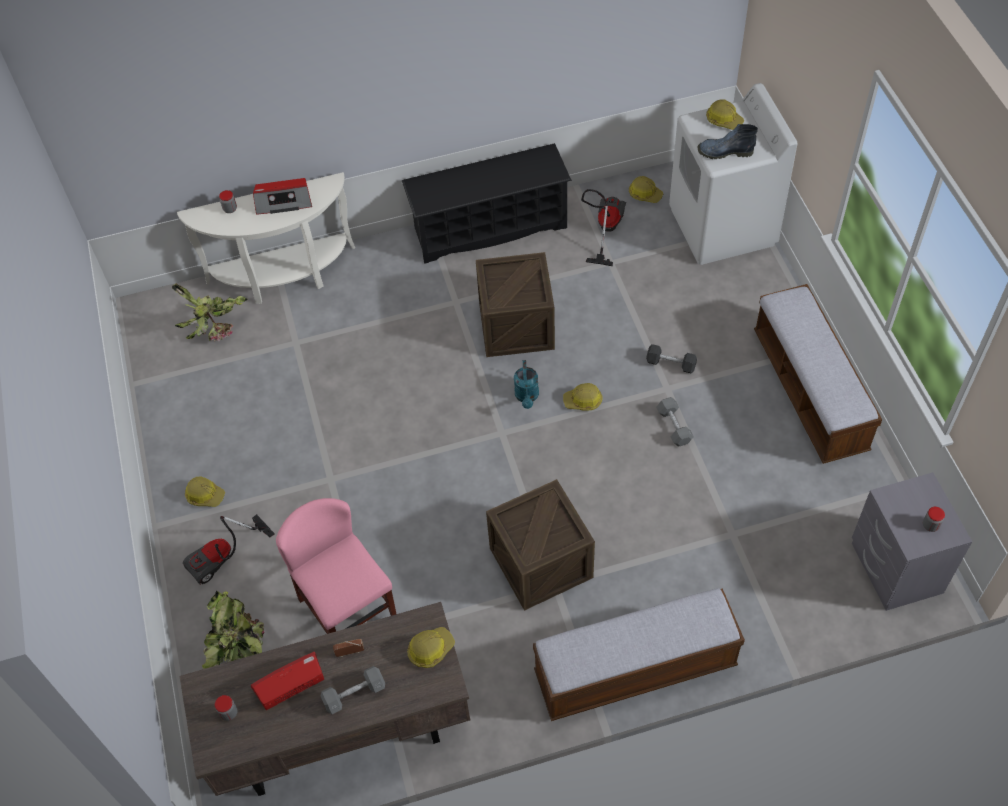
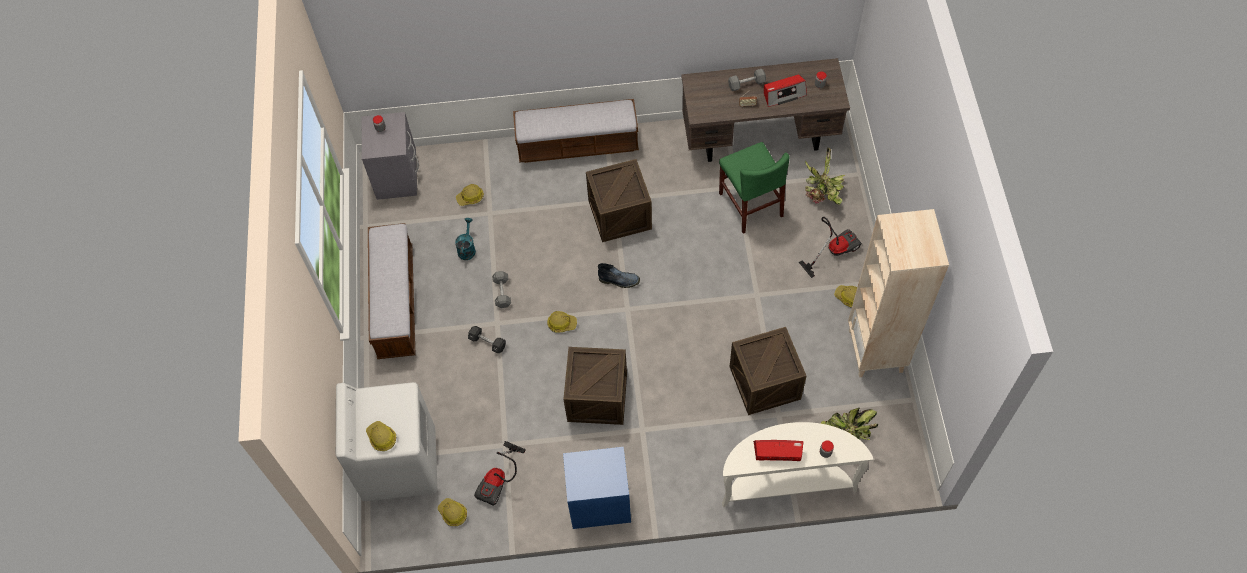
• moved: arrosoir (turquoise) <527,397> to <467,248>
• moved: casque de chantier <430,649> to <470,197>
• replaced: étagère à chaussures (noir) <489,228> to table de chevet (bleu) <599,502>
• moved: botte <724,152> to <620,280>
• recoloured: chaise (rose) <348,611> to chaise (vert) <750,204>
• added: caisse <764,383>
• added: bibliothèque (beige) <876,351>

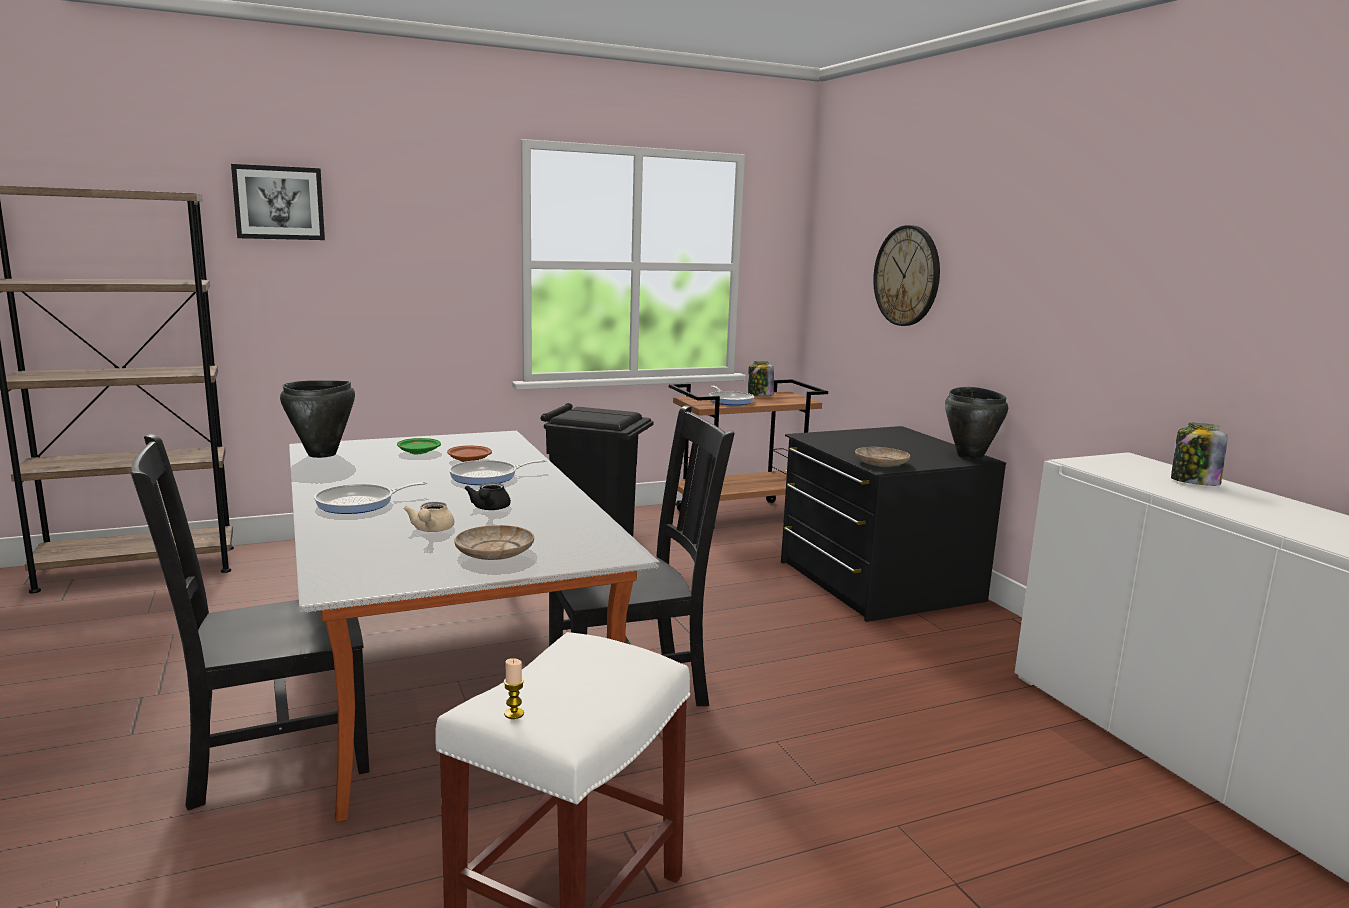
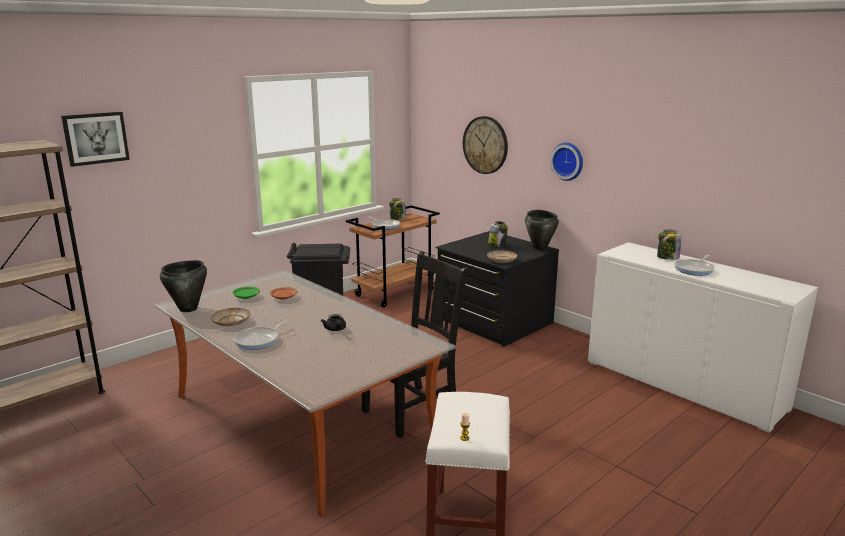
• moved: assiette (beige) <494,552> to <231,321>
• added: bocal <497,244>
• added: horloge murale <568,161>
• moved: poêle <487,477> to <694,269>
• removed: chaise (noir) <270,755>
• removed: théière (beige) <431,530>

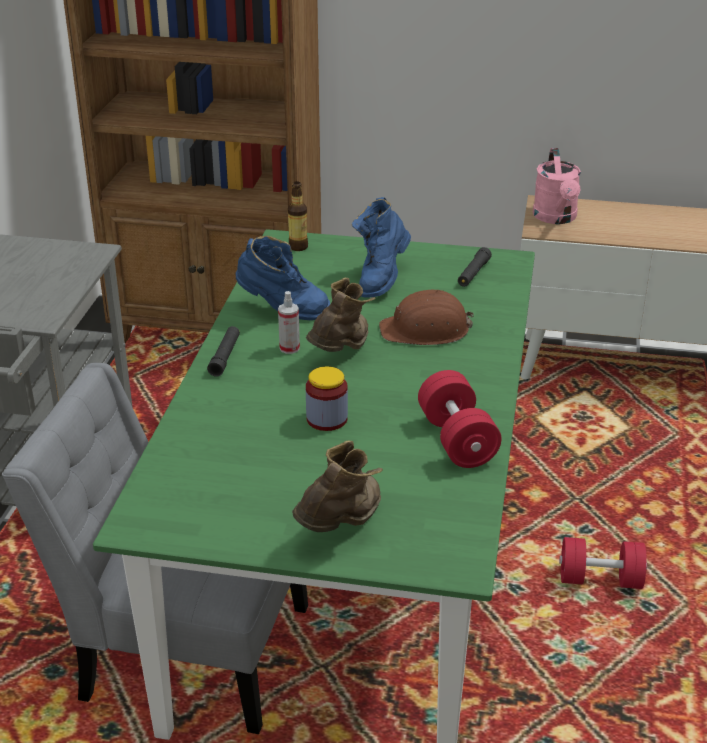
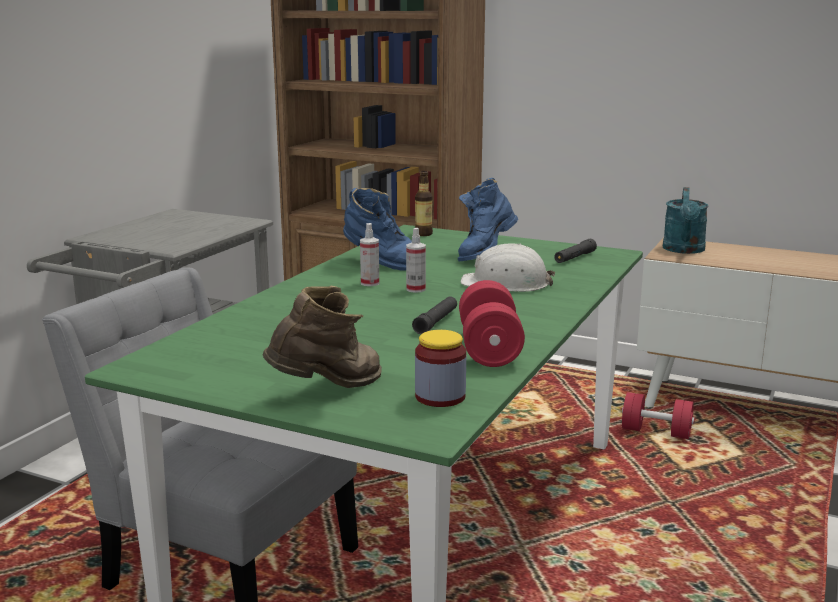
• replaced: botte (marron) <341,353> to vaporisateur <416,289>
• moved: lampe de poche (noir) <225,356> to <436,322>
• moved: bocal <327,419> to <440,397>
• recoloured: casque de chantier (marron) <426,330> to casque de chantier (blanc) <506,283>
• moved: haltère (rouge) <600,579> to <656,432>
• recoloured: arrosoir (rose) <556,218> to arrosoir (turquoise) <684,250>

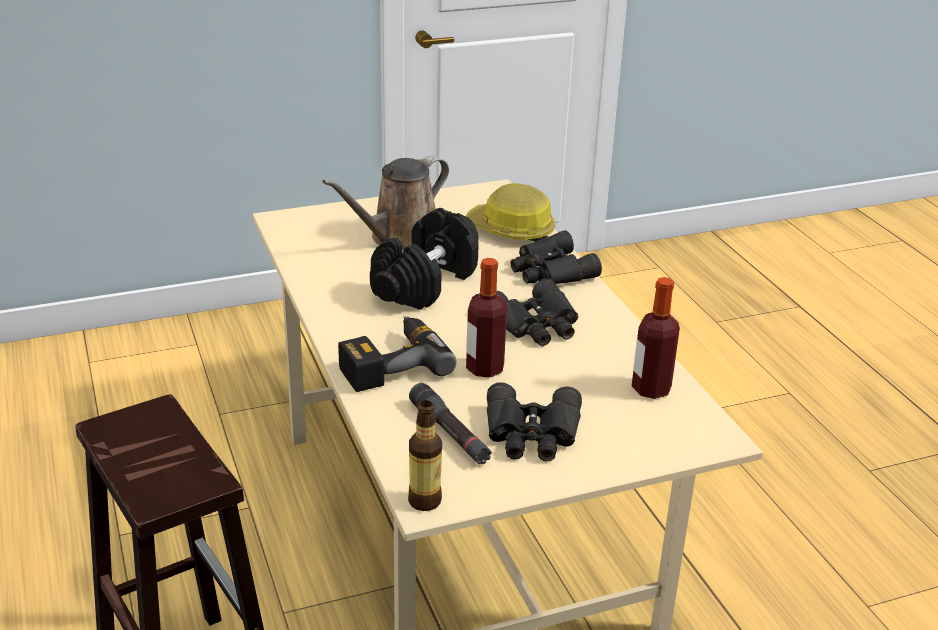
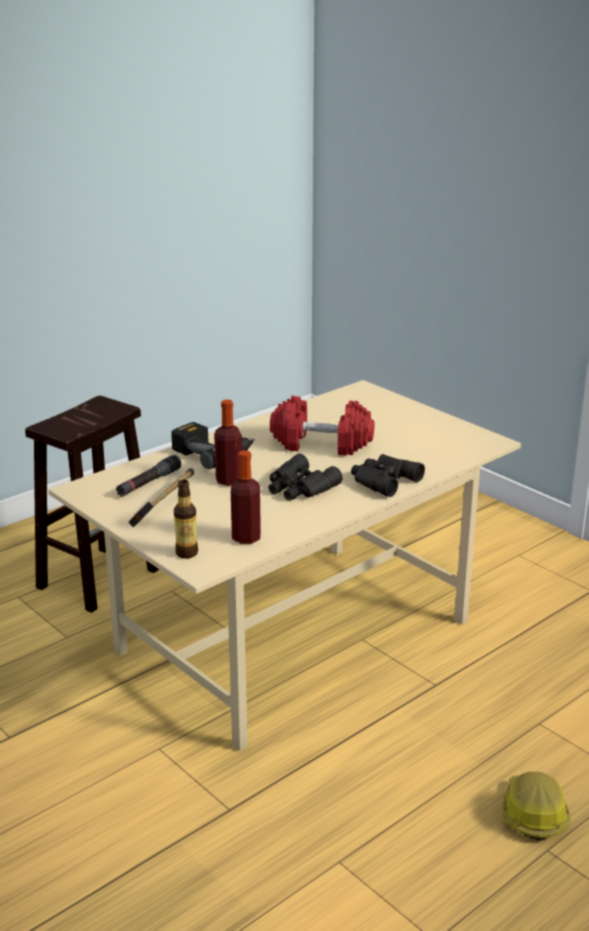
• replaced: jumelles (noir) <532,434> to marteau <163,506>
• moved: bouteille <425,501> to <187,553>
• recoloured: haltère (noir) <425,283> to haltère (rouge) <321,444>
• moved: casque de chantier <510,230> to <532,813>
• removed: arrosoir (marron) <400,238>

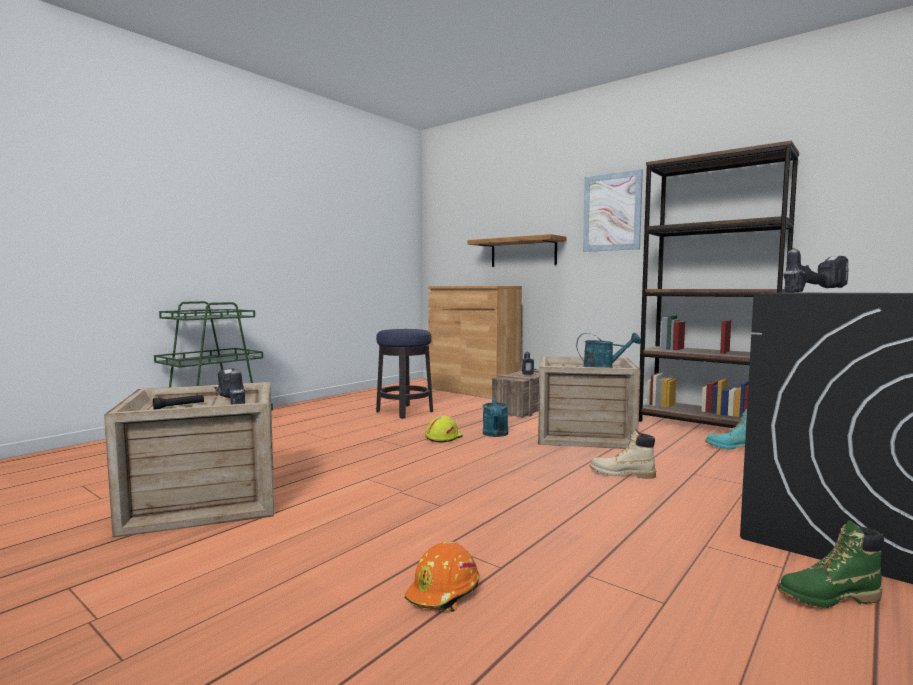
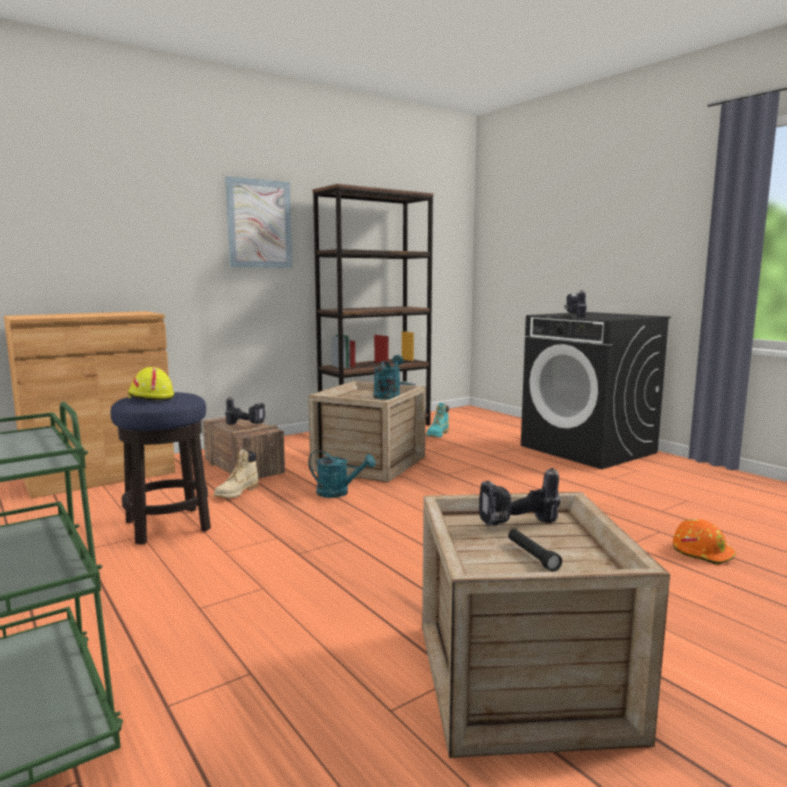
• moved: casque de chantier (jaune) <443,437> to <150,398>
• moved: botte (beige) <622,474> to <236,493>
• removed: étagère <523,252>
• removed: botte (vert) <828,597>

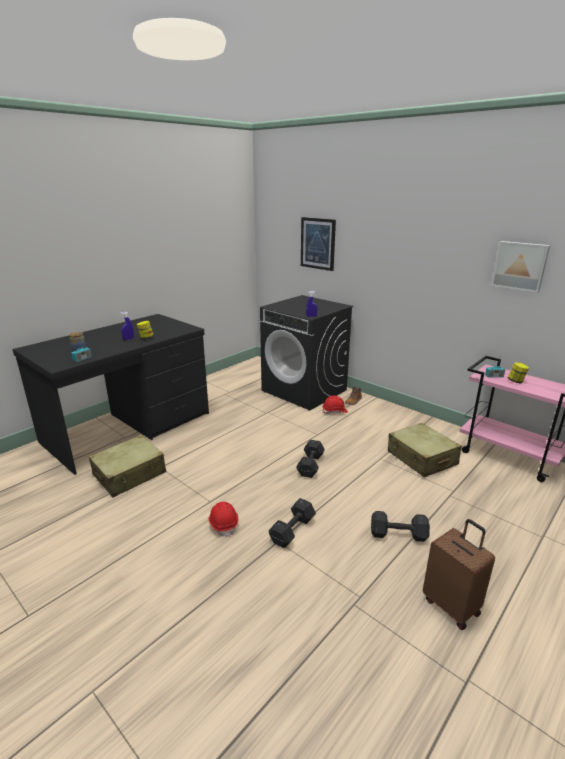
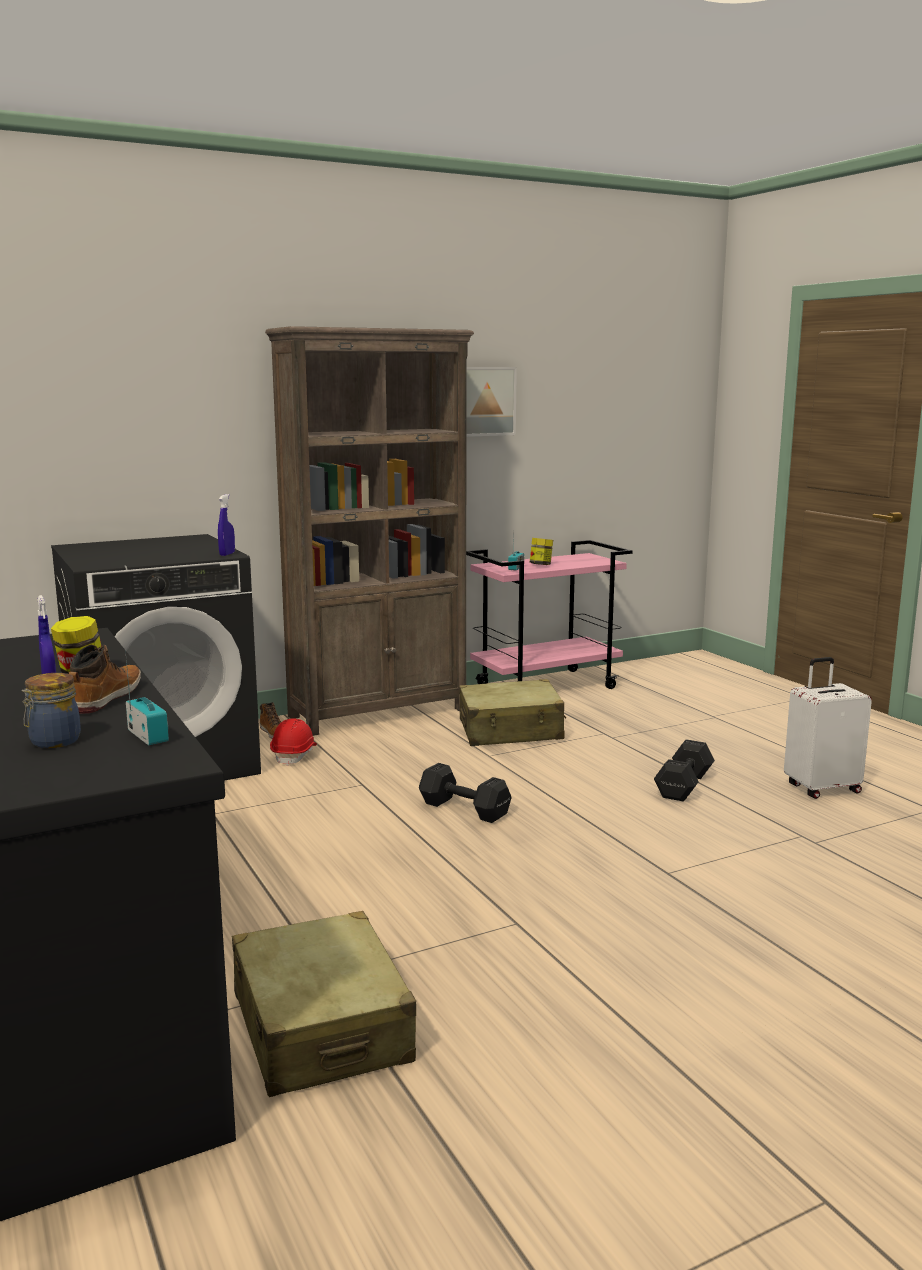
• added: botte <104,698>
• added: bibliothèque (marron) <379,713>
• recoloured: valise (marron) <452,605> to valise (blanc) <821,788>
• removed: casque de chantier (rouge) <223,524>
• removed: haltère (noir) <293,530>
• removed: tableau <318,243>

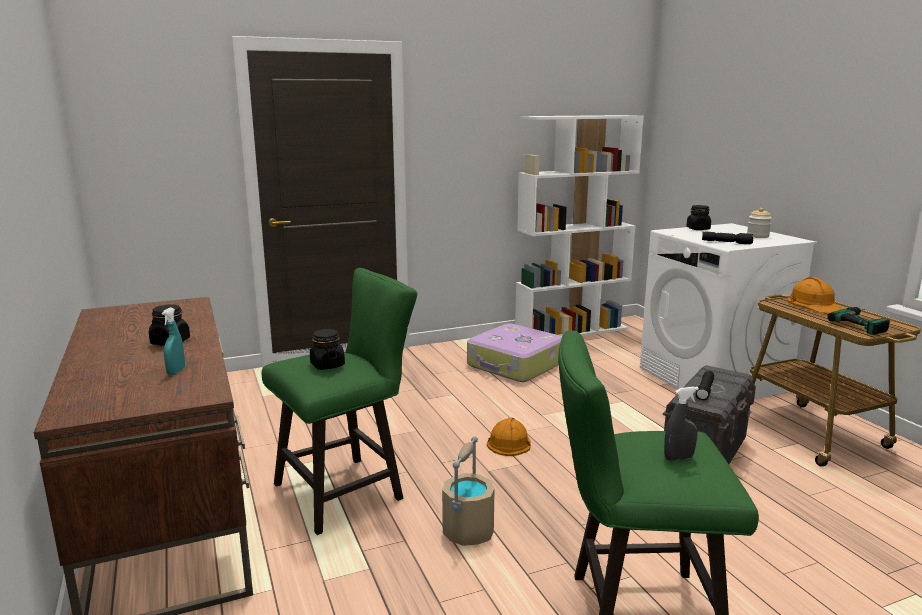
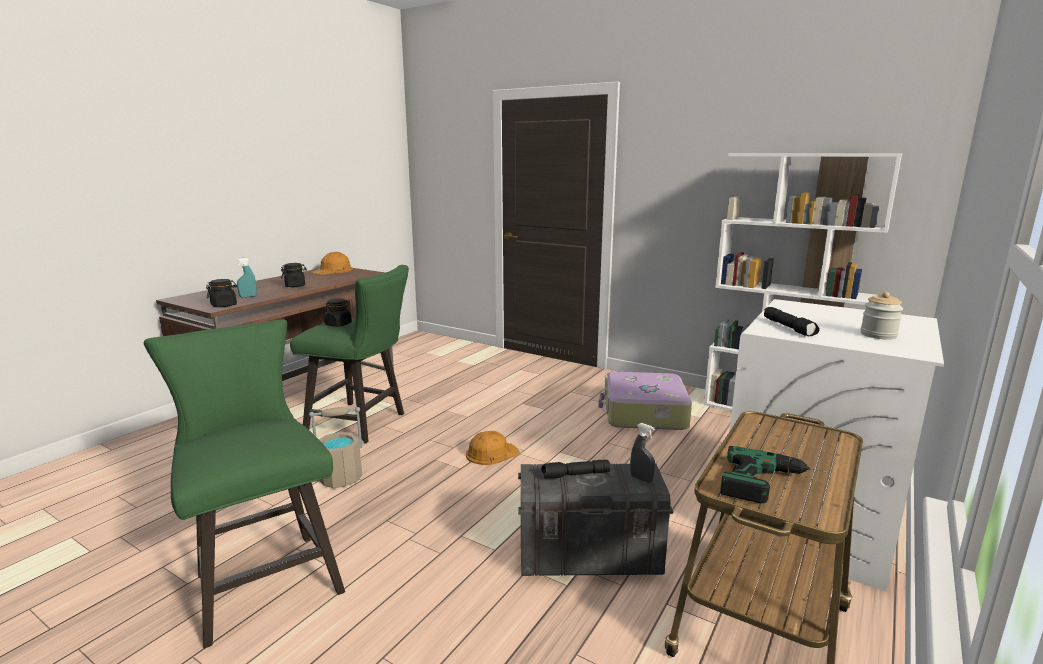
• moved: bocal (noir) <698,229> to <224,305>
• moved: casque de chantier (orange) <814,304> to <333,270>
• moved: vaporisateur (gris) <678,458> to <641,479>

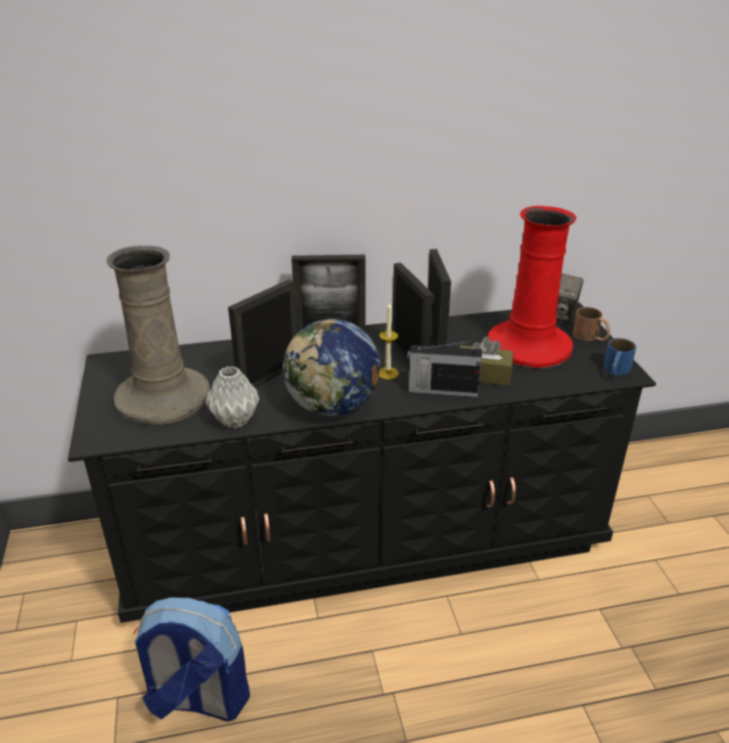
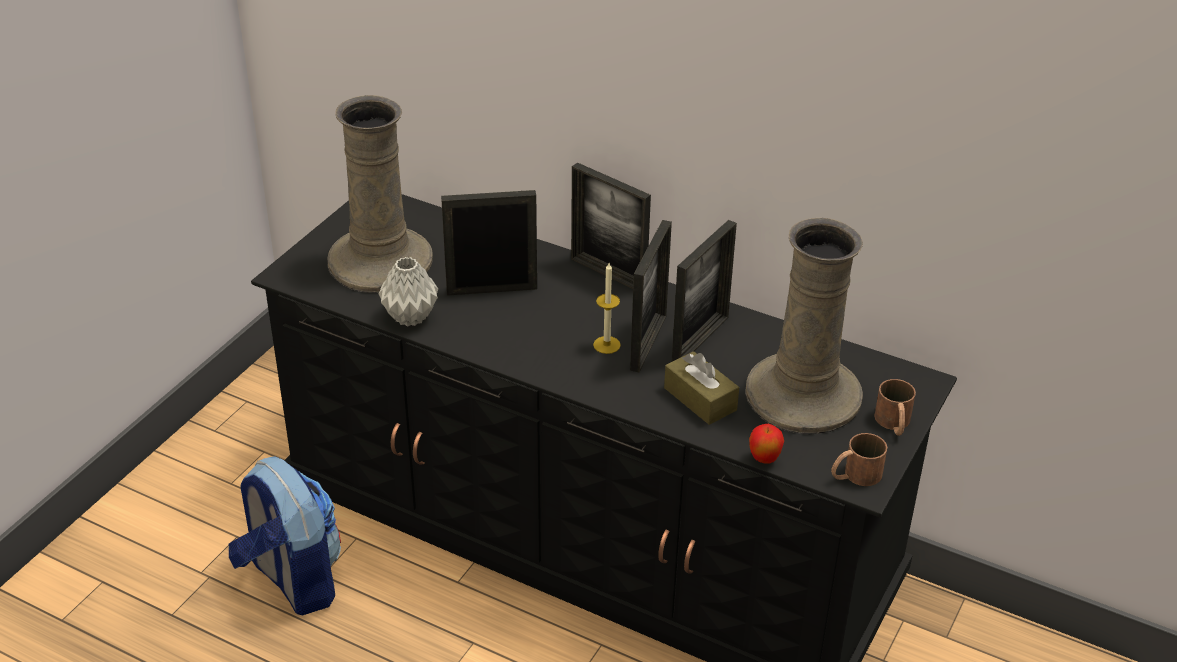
• recoloured: vase (rouge) <529,346> to vase (beige) <802,395>
• added: pomme <764,459>
• recoloured: mug (bleu) <615,371> to mug (marron) <855,475>
• removed: globe <332,406>
• removed: radio <441,390>
• removed: appareil photo <563,314>

